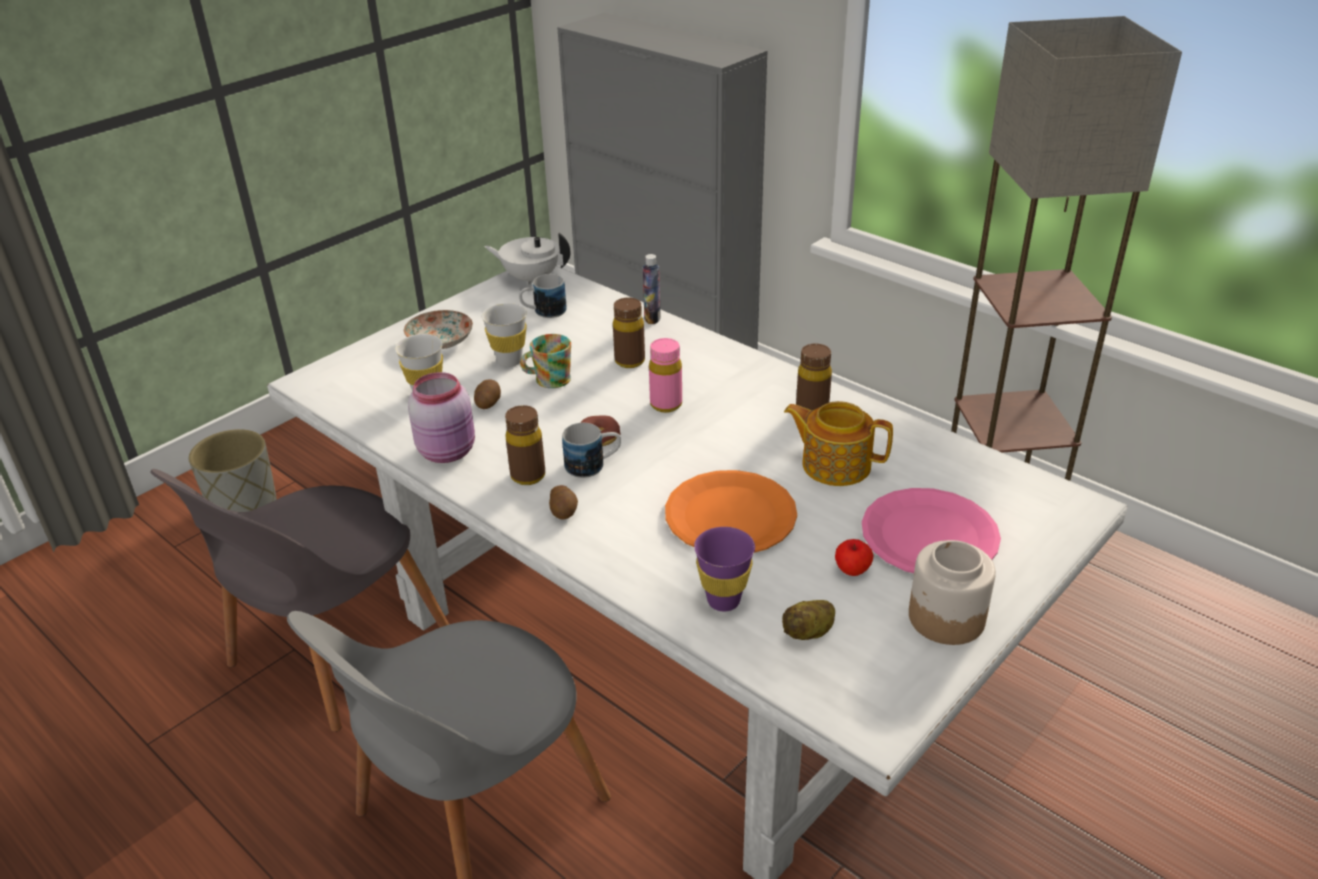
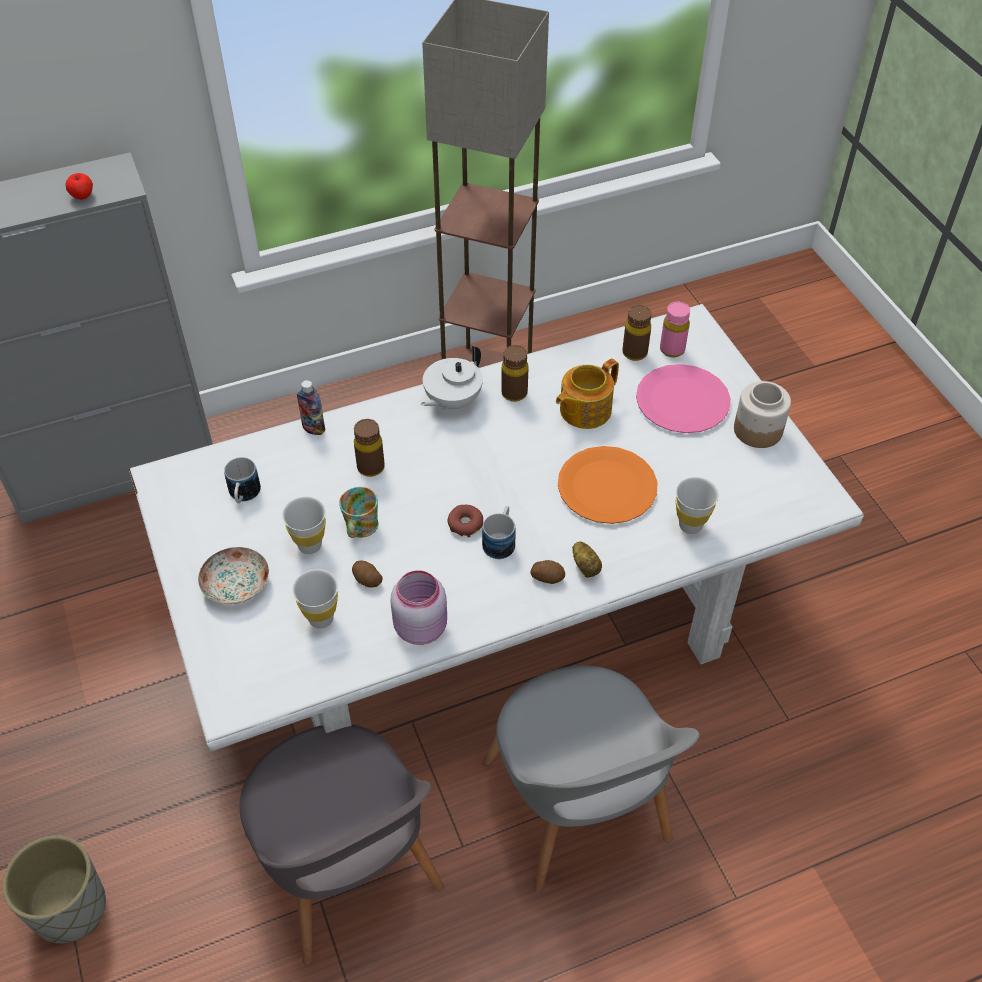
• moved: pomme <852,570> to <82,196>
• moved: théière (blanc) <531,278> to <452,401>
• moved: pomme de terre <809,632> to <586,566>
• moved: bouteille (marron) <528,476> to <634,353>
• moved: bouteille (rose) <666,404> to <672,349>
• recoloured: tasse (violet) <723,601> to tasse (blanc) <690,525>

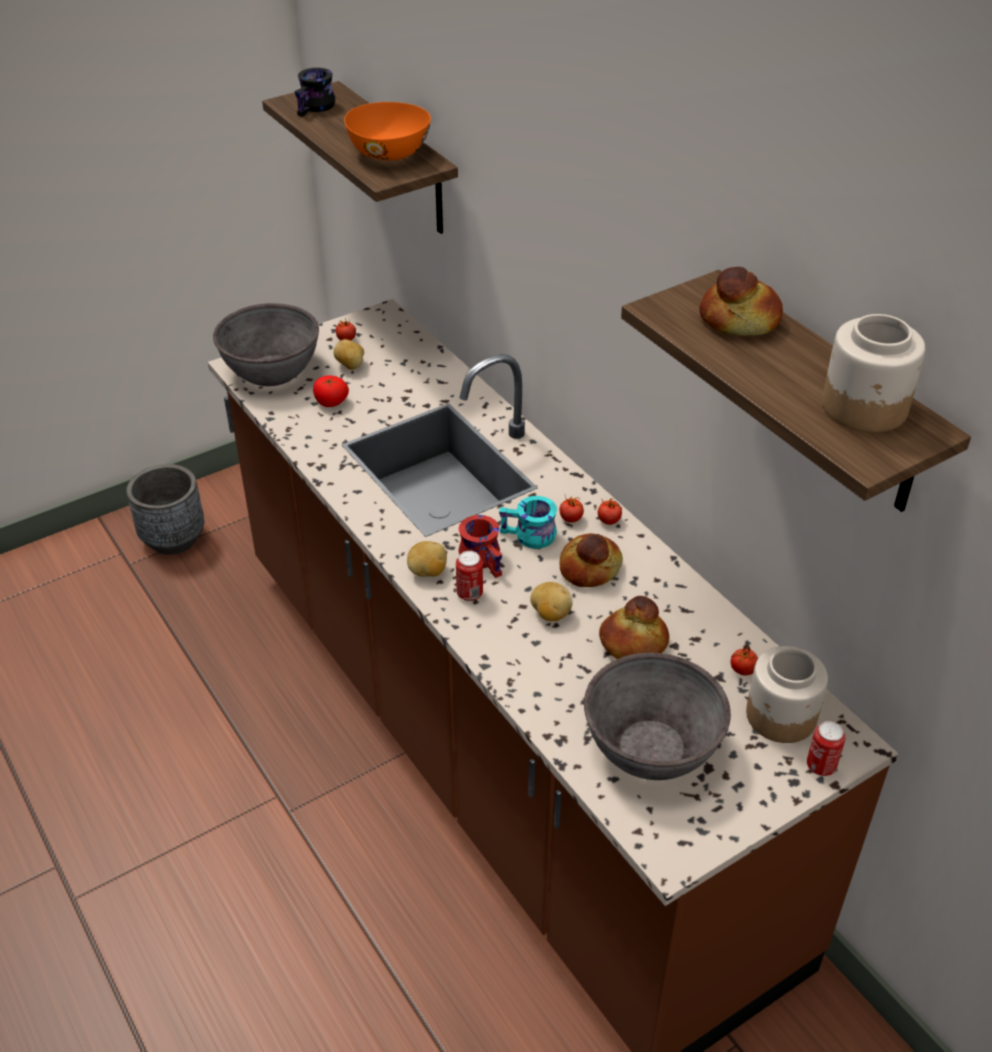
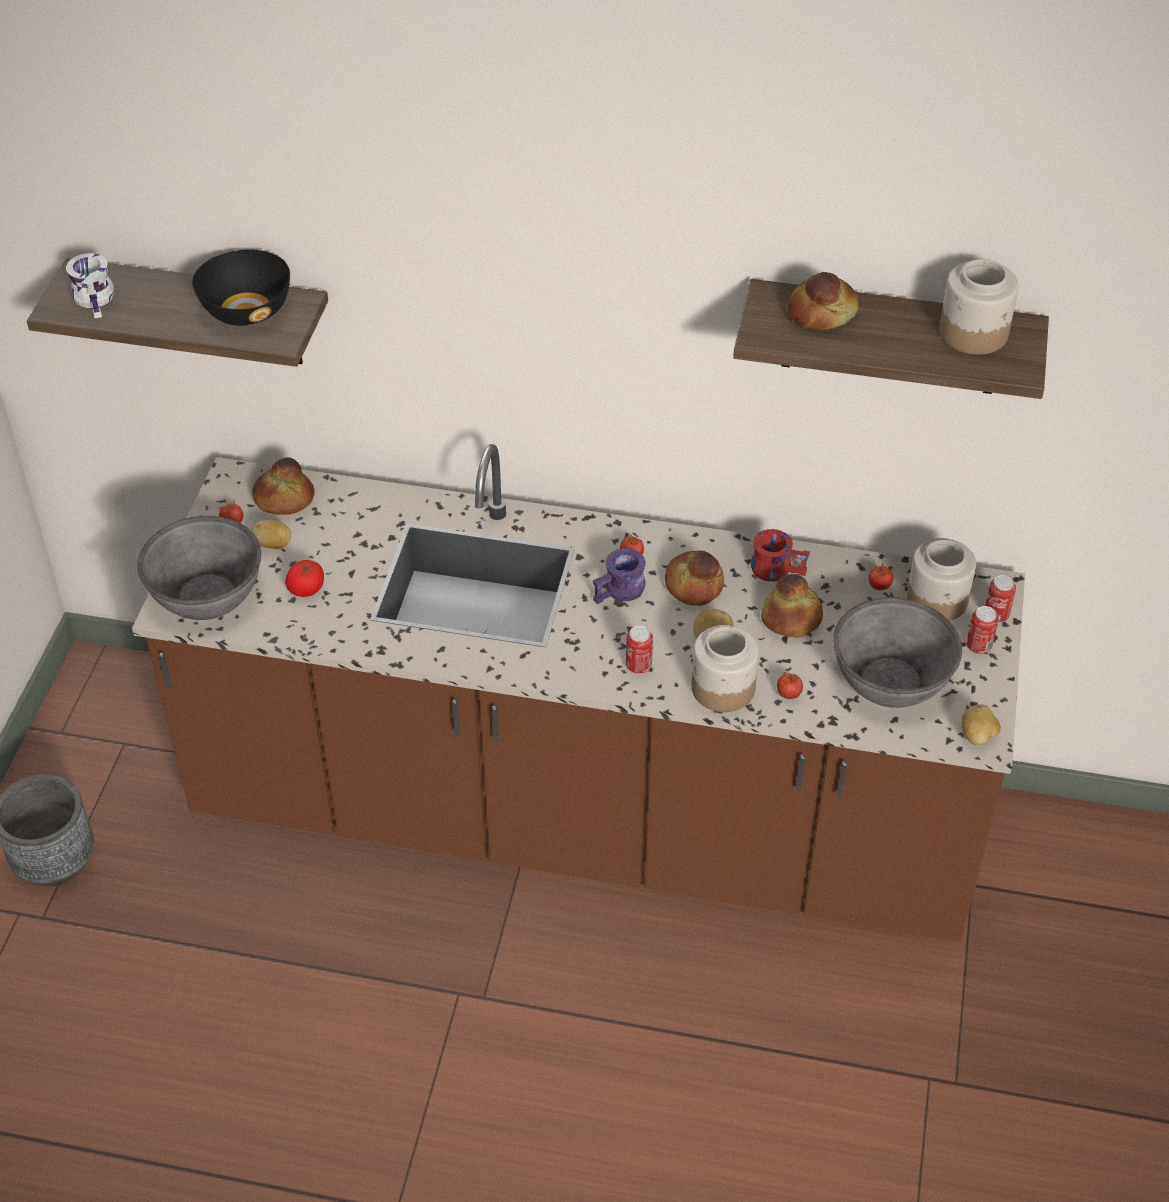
• recoloured: mug (noir) <317,108> to mug (blanc) <98,299>
• recoloured: bol (orange) <390,153> to bol (noir) <247,310>
• added: pain <284,499>
• recoloured: mug (turquoise) <529,537> to mug (violet) <621,592>
• added: bocal <722,688>
• moved: mug (rouge) <485,558> to <777,567>
• moved: tomate <609,521> to <789,694>
• moved: pomme de terre <427,572> to <977,736>
• added: boîte métallique <978,646>

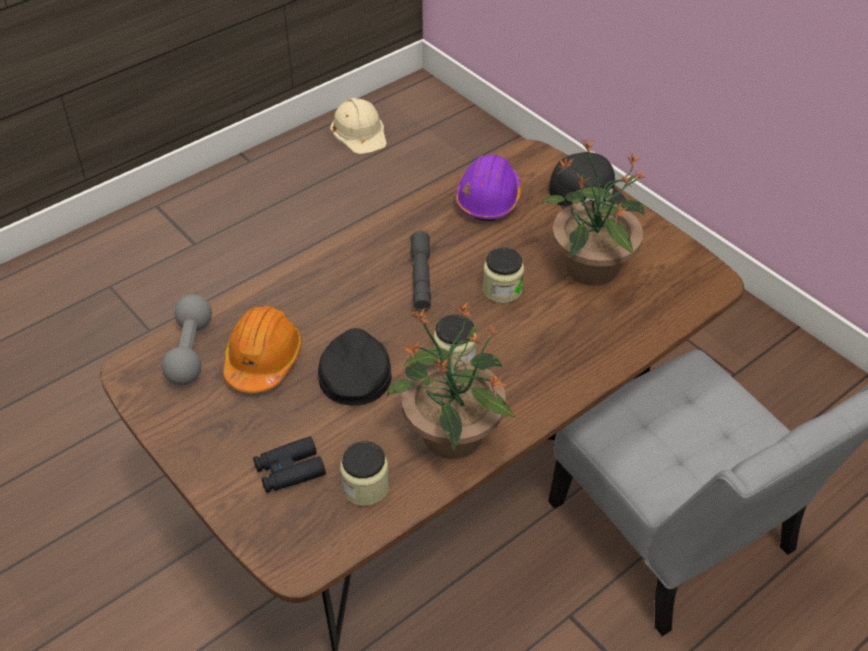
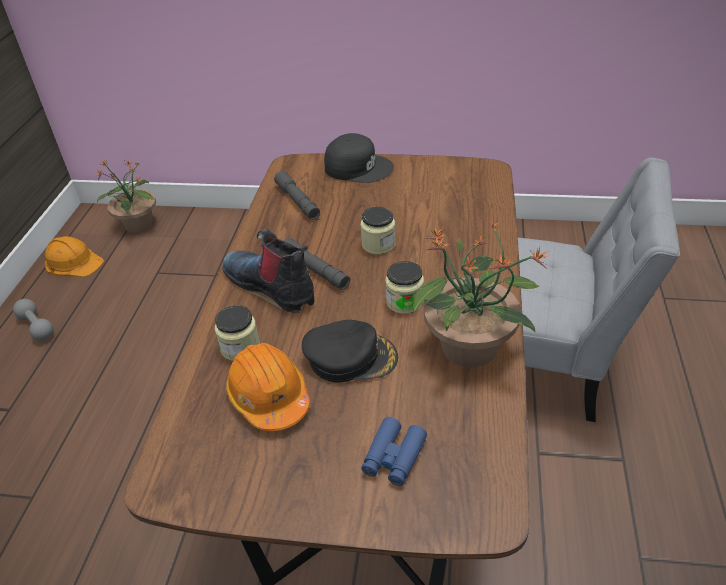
• moved: haltère (gris) <190,351> to <37,327>
• recoloured: casque de chantier (beige) <359,131> to casque de chantier (orange) <73,262>
• moved: plante en pot <591,268> to <138,225>
• moved: bocal <365,487> to <240,347>
• added: botte <272,286>
• replaced: casque de chantier (violet) <488,199> to lampe de poche (gris) <297,201>
• turned: casquette (noir) <354,373> = <350,357> 135 degrees clockwise
• recoloured: jumelles (noir) <289,470> to jumelles (bleu) <394,456>

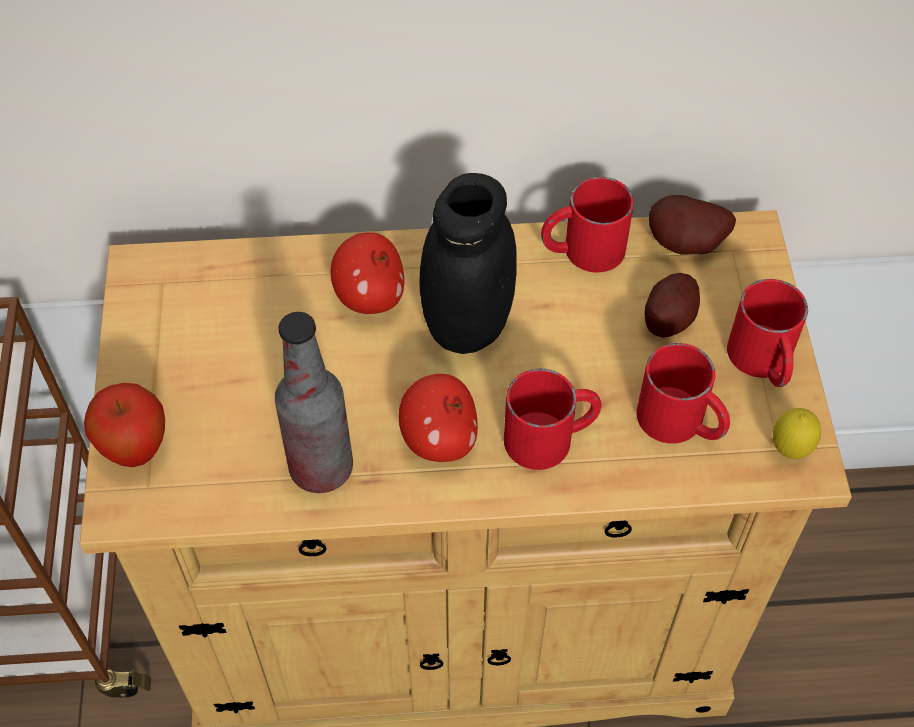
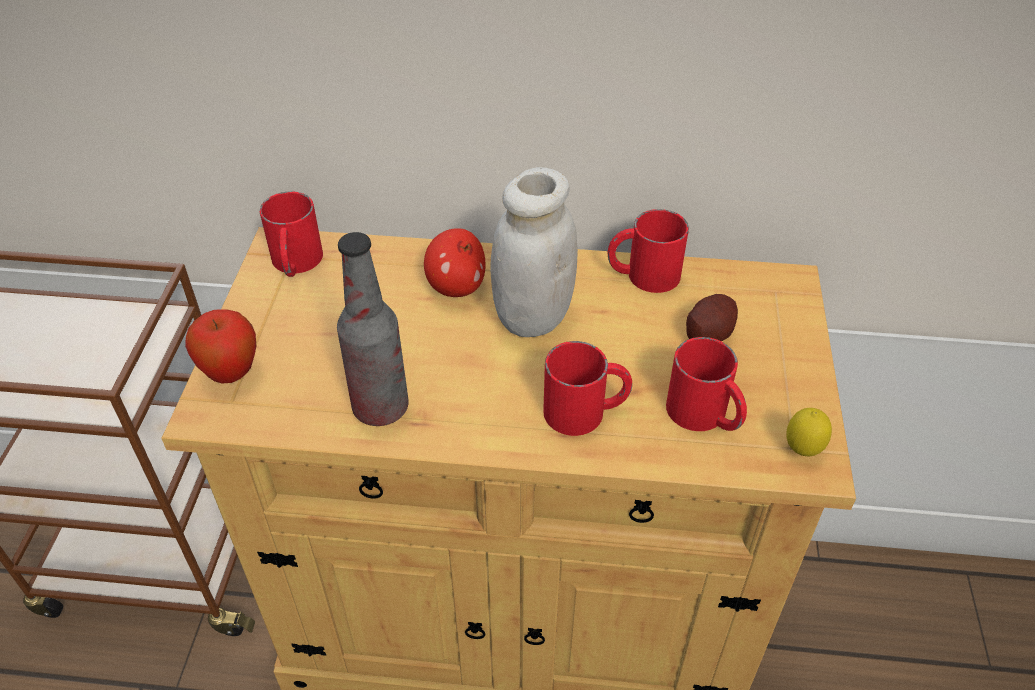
• moved: mug (rouge) <763,362> to <295,264>
• recoloured: bocal (noir) <467,325> to bocal (blanc) <532,317>
• removed: pomme <439,439>
• removed: pomme de terre <686,246>

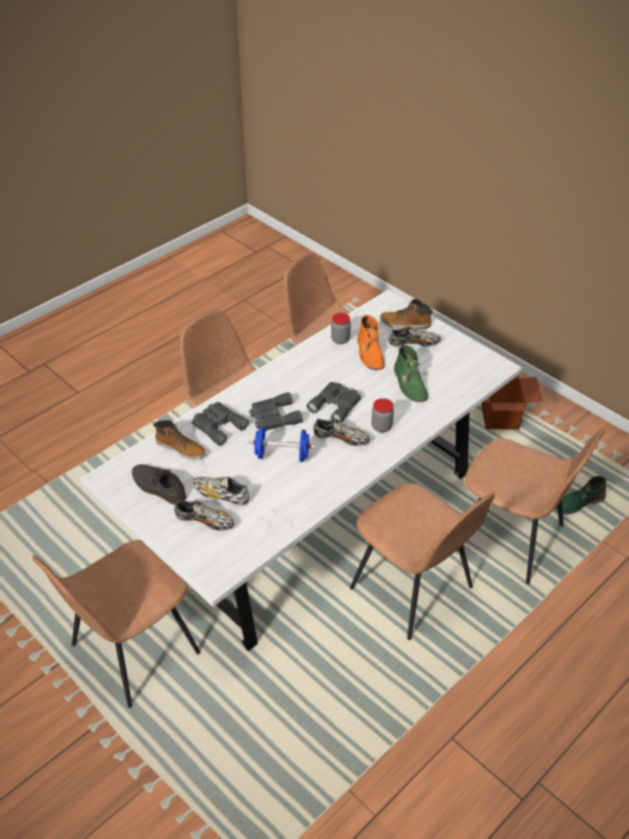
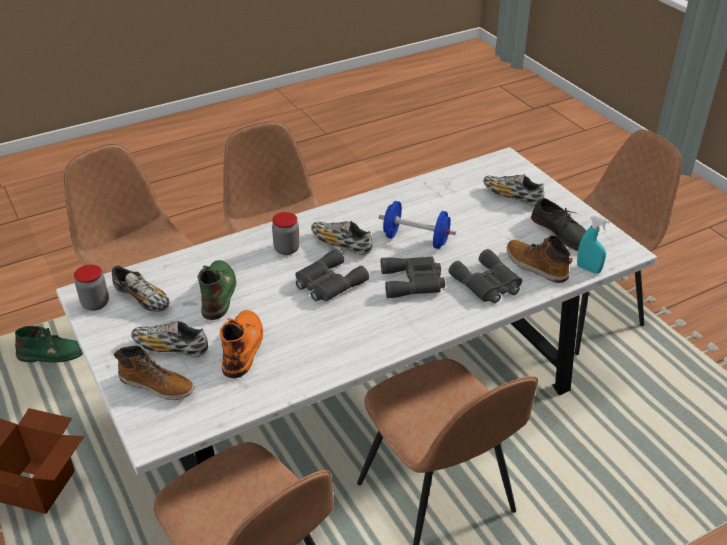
• moved: bocal <340,339> to <95,303>
• moved: chaussure <221,495> to <143,299>
• added: vaporisateur (turquoise) <588,269>

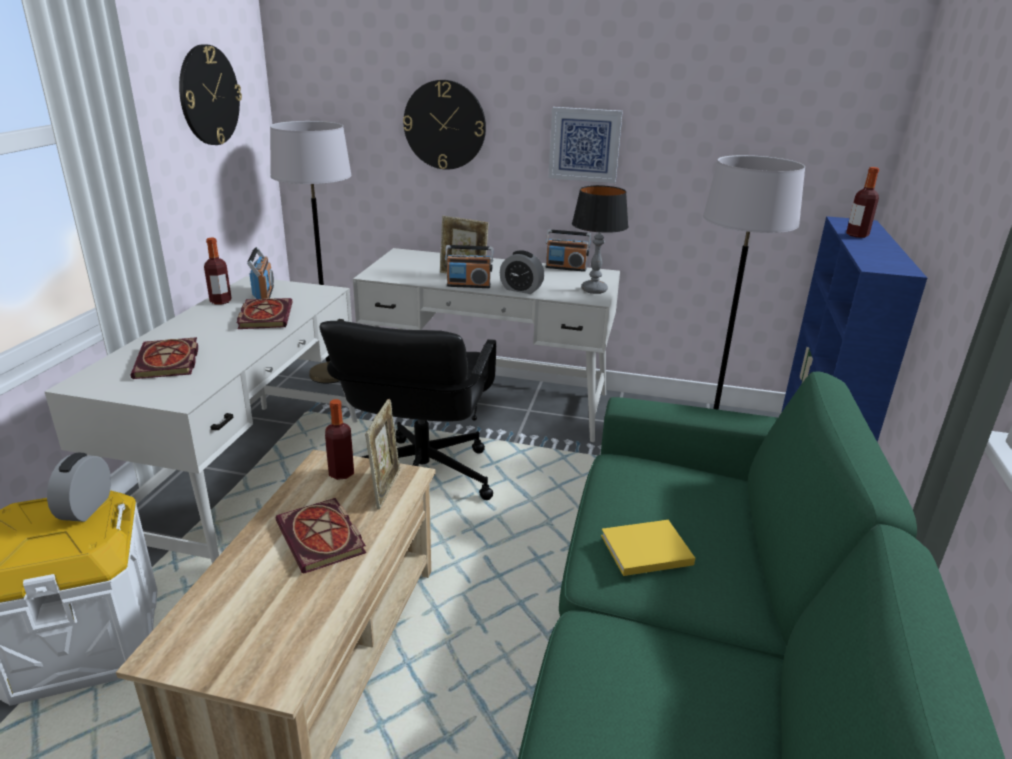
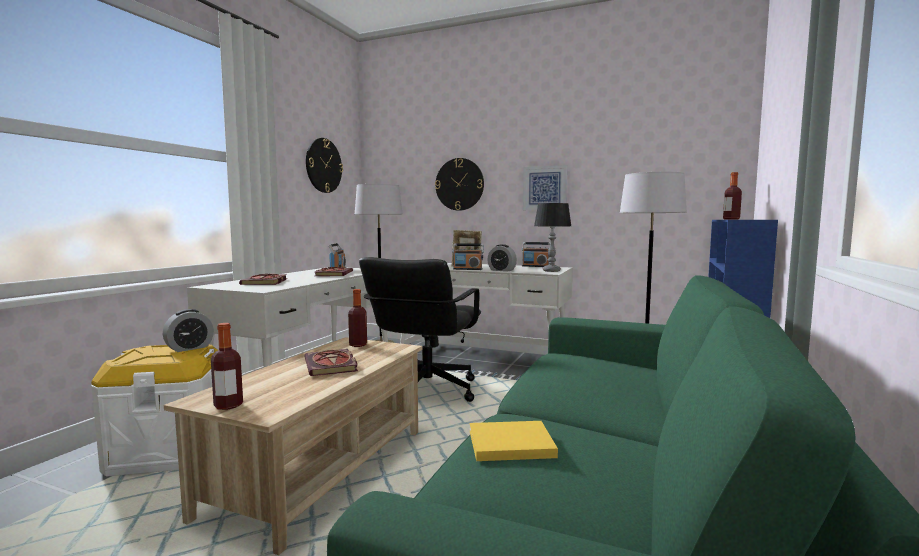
• turned: réveil <86,508> = <189,348> 150 degrees counterclockwise
• moved: bouteille <221,301> to <228,405>
• moved: livre (jaune) <643,550> to <508,444>
• removed: cadre photo <386,488>

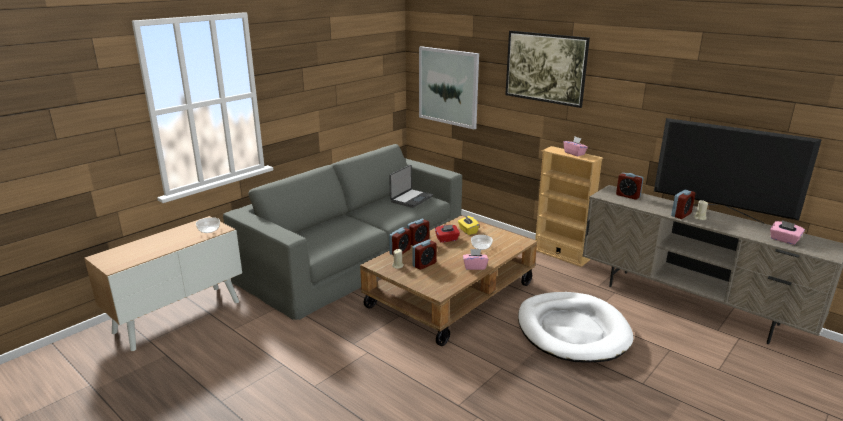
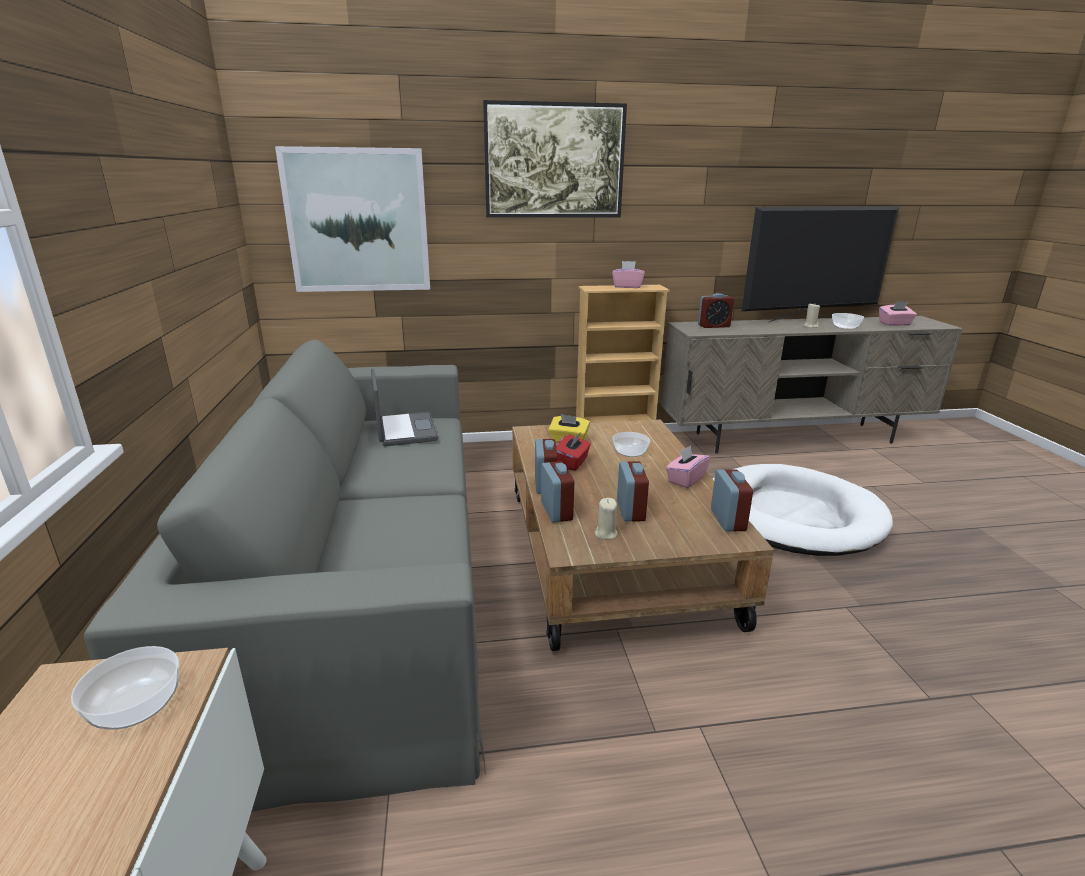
• moved: réveil <681,215> to <728,520>
• added: bol <845,327>

